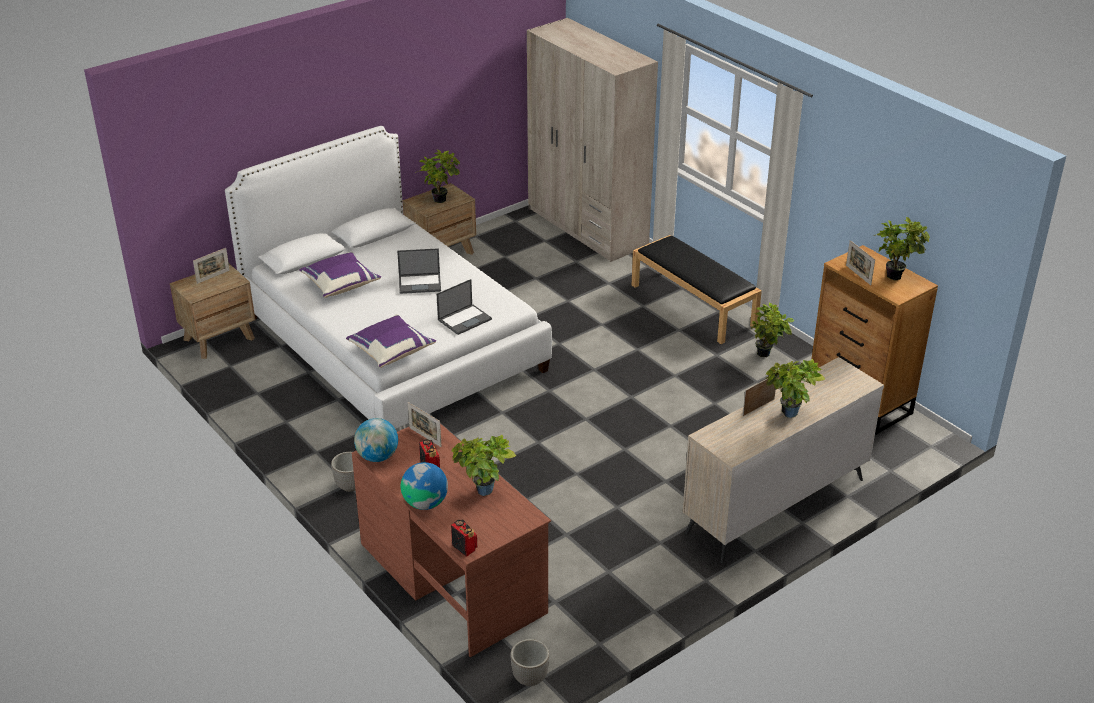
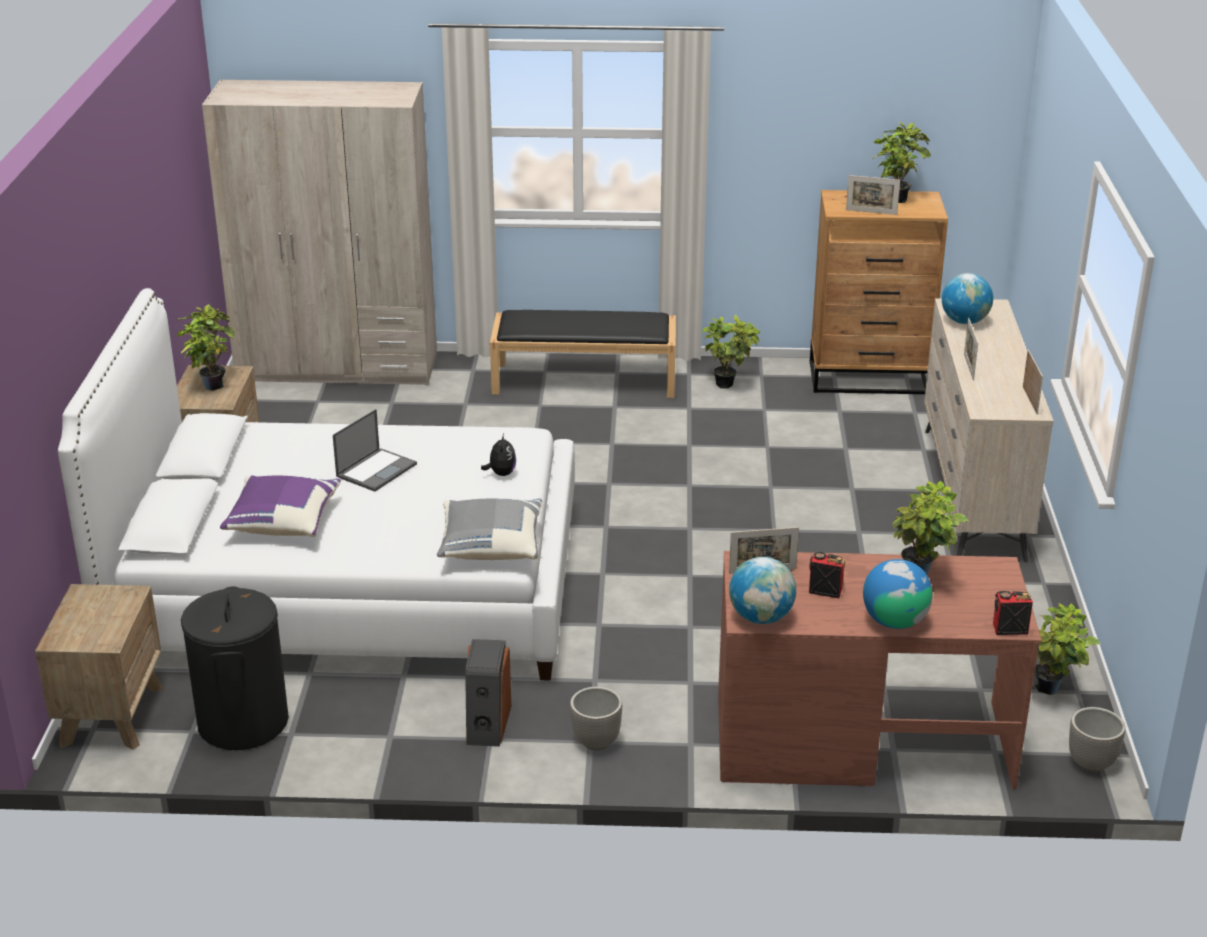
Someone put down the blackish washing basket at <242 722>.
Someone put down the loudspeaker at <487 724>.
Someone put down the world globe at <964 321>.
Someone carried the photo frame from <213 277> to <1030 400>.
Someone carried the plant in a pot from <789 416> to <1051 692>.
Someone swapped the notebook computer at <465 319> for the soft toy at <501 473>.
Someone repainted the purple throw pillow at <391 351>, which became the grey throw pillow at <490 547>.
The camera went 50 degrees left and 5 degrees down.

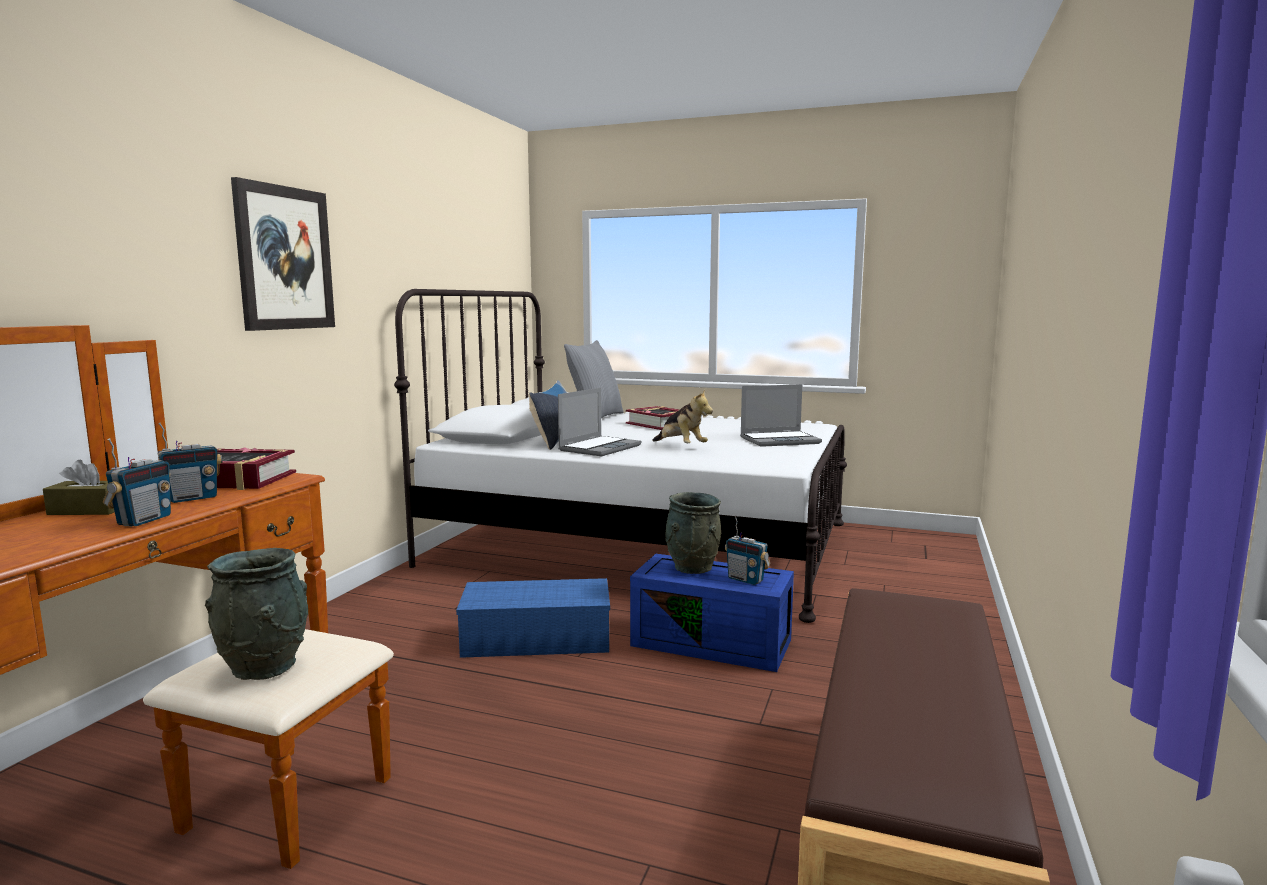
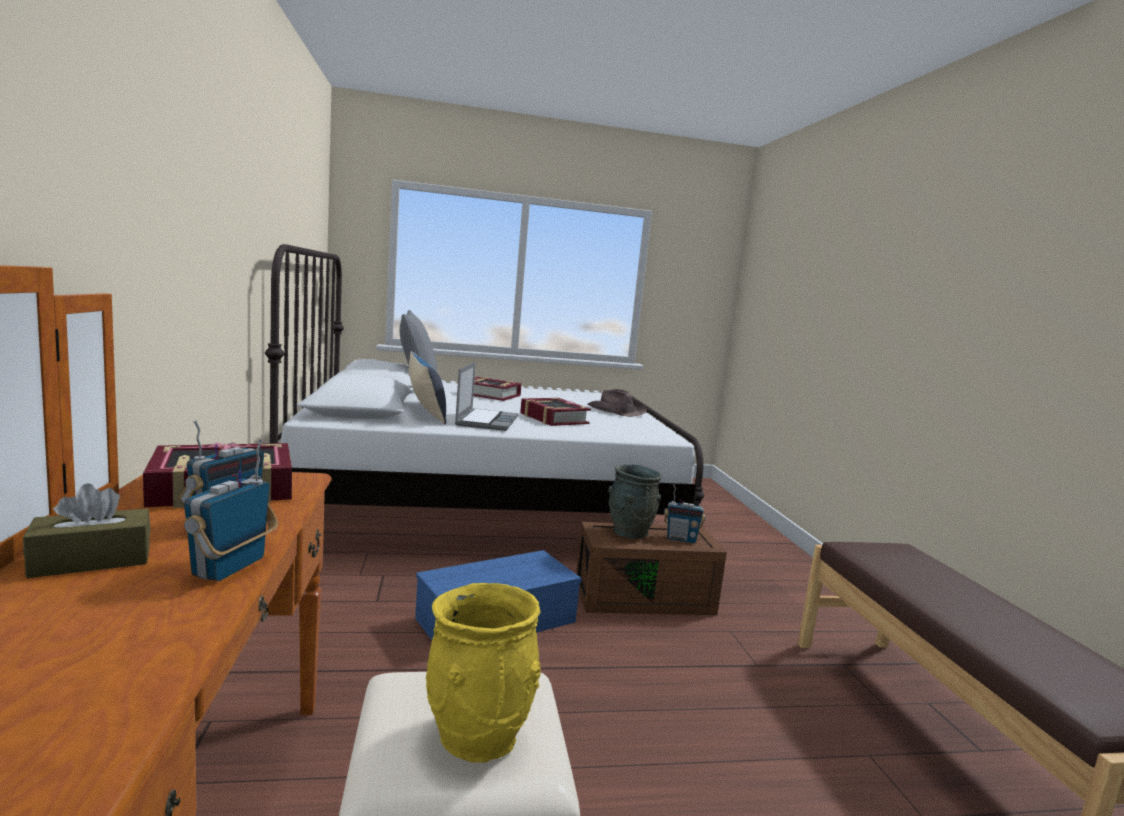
Someone took away the picture at <284 258>.
Someone swapped the soft toy at <681 447> for the volume at <553 418>.
Someone swapped the notebook computer at <780 440> for the brown-coloured clothing hat at <616 411>.
Someone repainted the grey decorative vase at <265 666>, which became the yellow decorative vase at <479 736>.
Someone repainted the bluish storage bin at <714 642>, which became the brown-coloured storage bin at <645 596>.
Someone rotated the radio set at <143 520> by 150 degrees counterclockwise.
The camera went 30 degrees left and 0 degrees up.

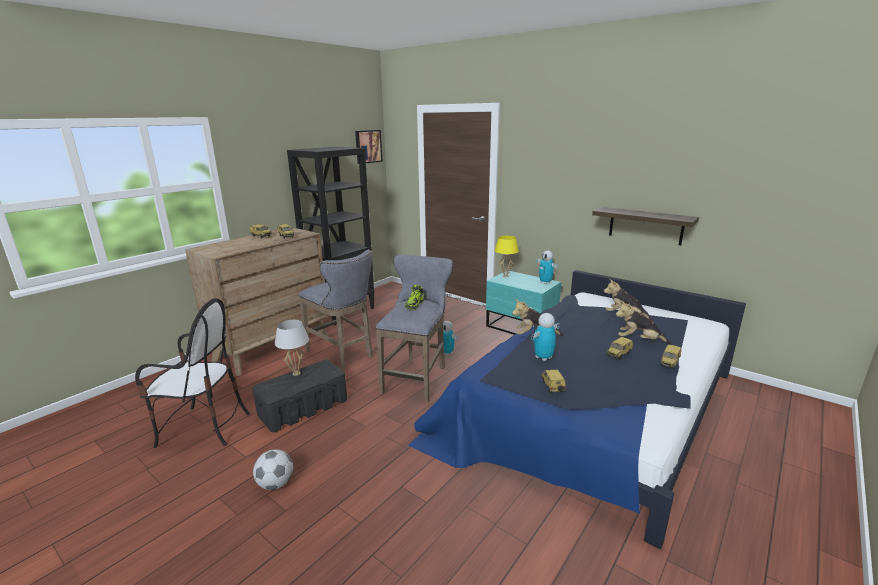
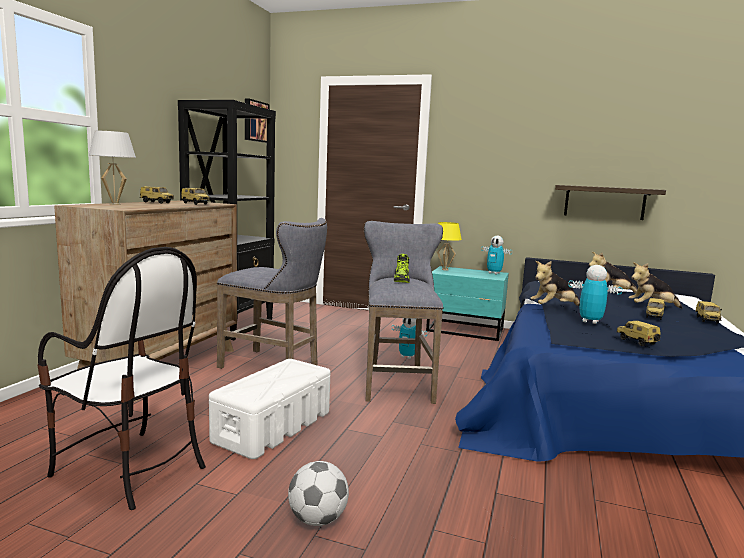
Someone carried the white lamp for a table from <296 373> to <115 204>.
Someone repainted the blackish storage bin at <304 407>, which became the white storage bin at <274 426>.
Someone rotated the plain chair at <204 428> by 45 degrees clockwise.
Someone rotated the toy robot at <543 358> by 90 degrees clockwise.
The camera went 20 degrees left and 10 degrees down.

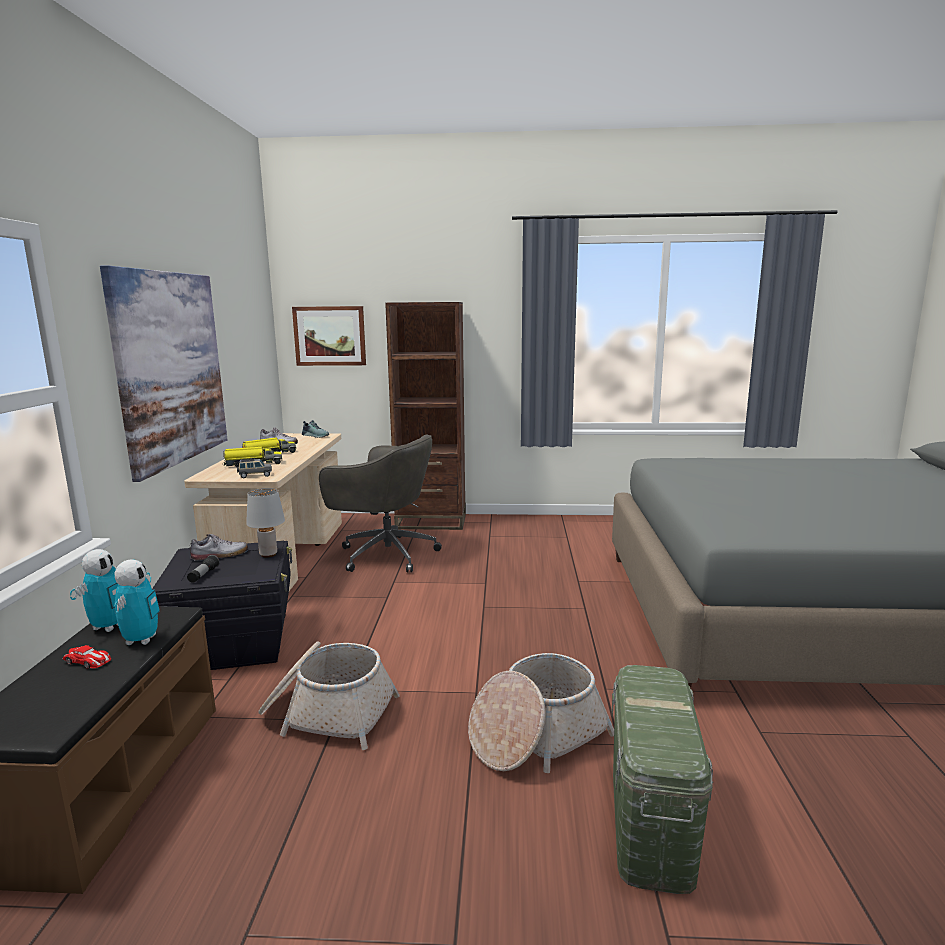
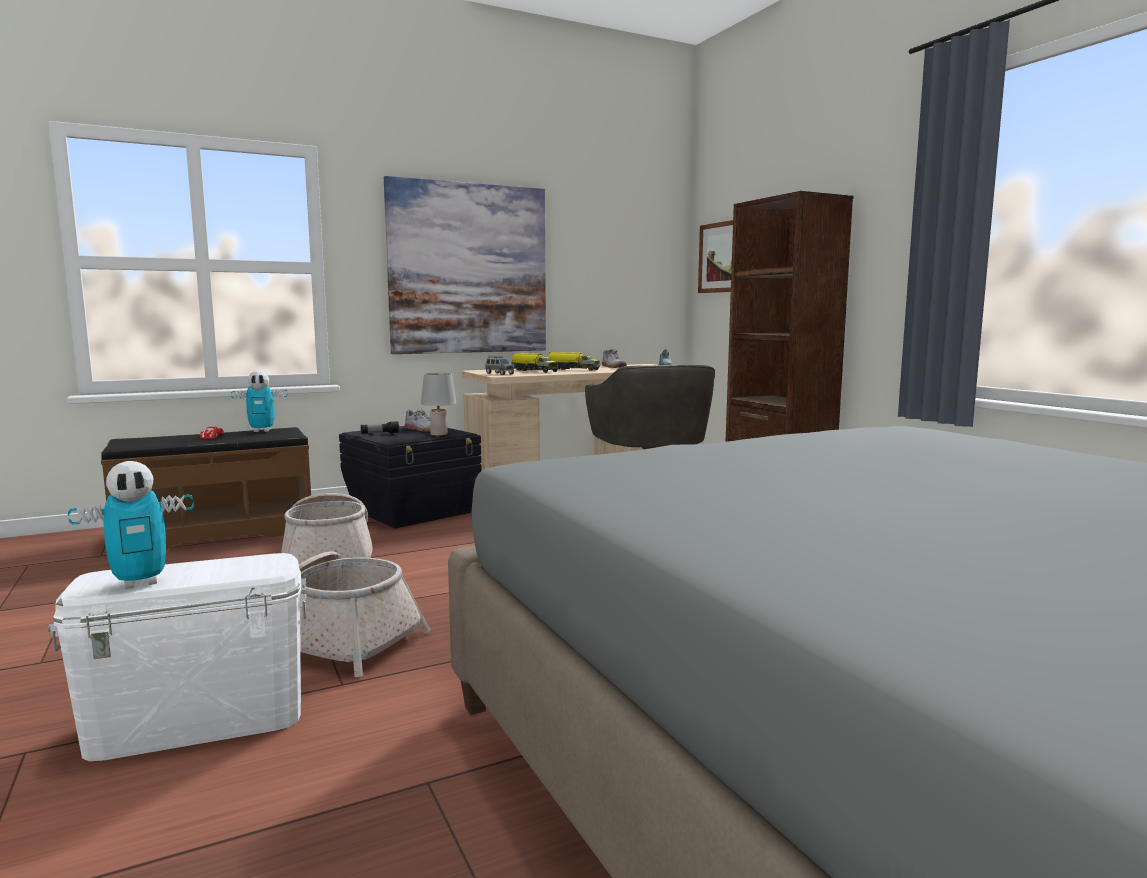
Someone carried the toy robot from <141 640> to <140 582>.
Someone repainted the green-coloured storage bin at <650 821>, which became the white storage bin at <199 721>.
The camera went 60 degrees right and 5 degrees down.

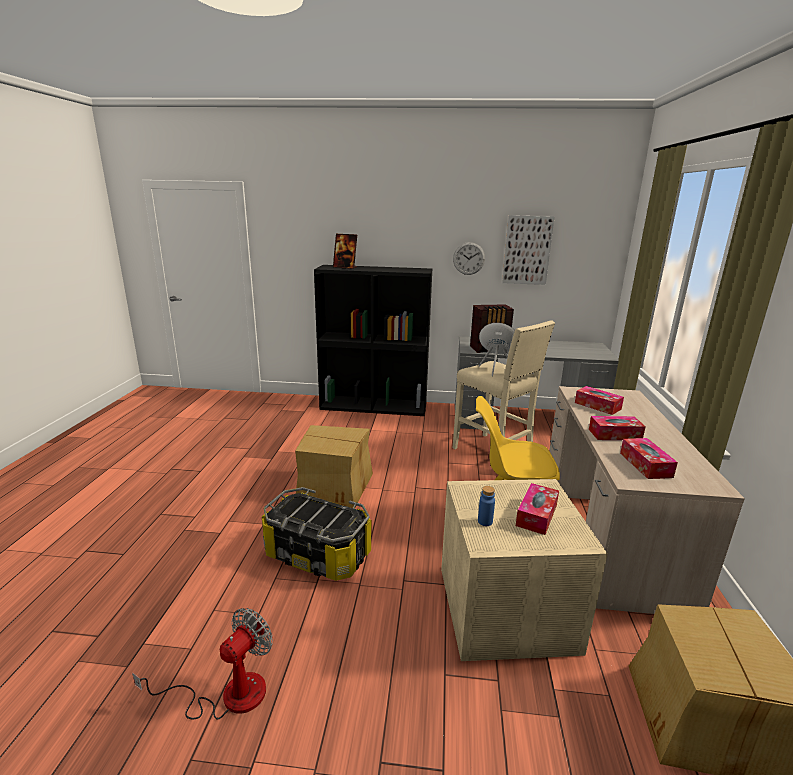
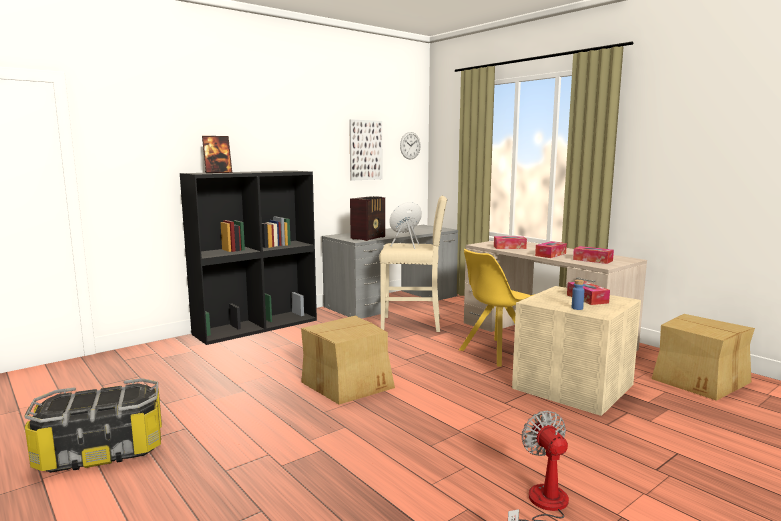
Someone carried the storage bin from <317 555> to <101 452>.
Someone carried the clock on the wall from <469 258> to <410 145>.
The camera went 45 degrees left and 10 degrees down.

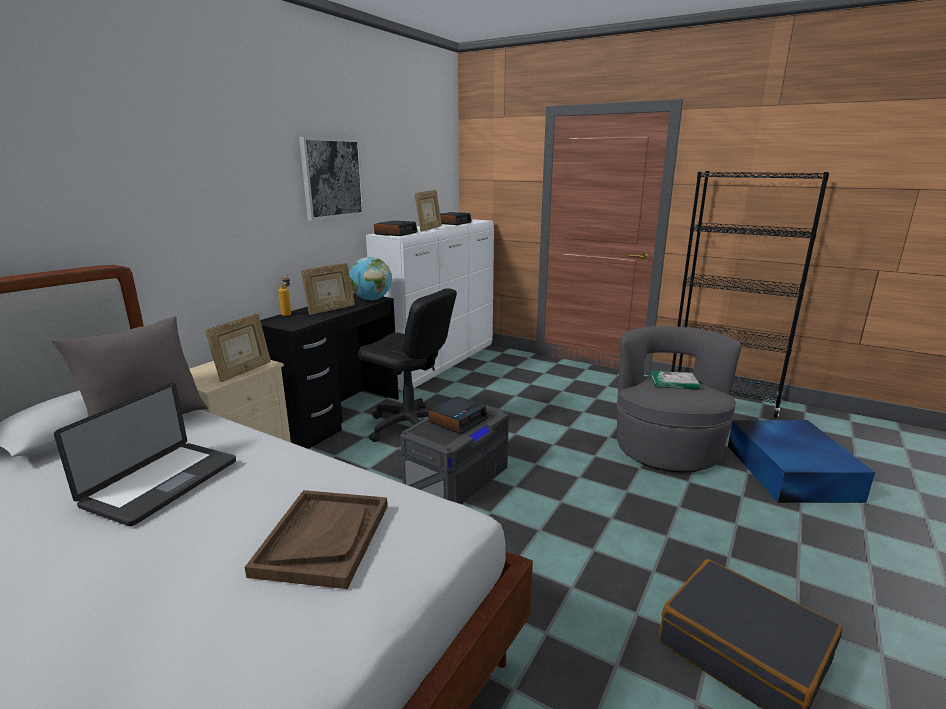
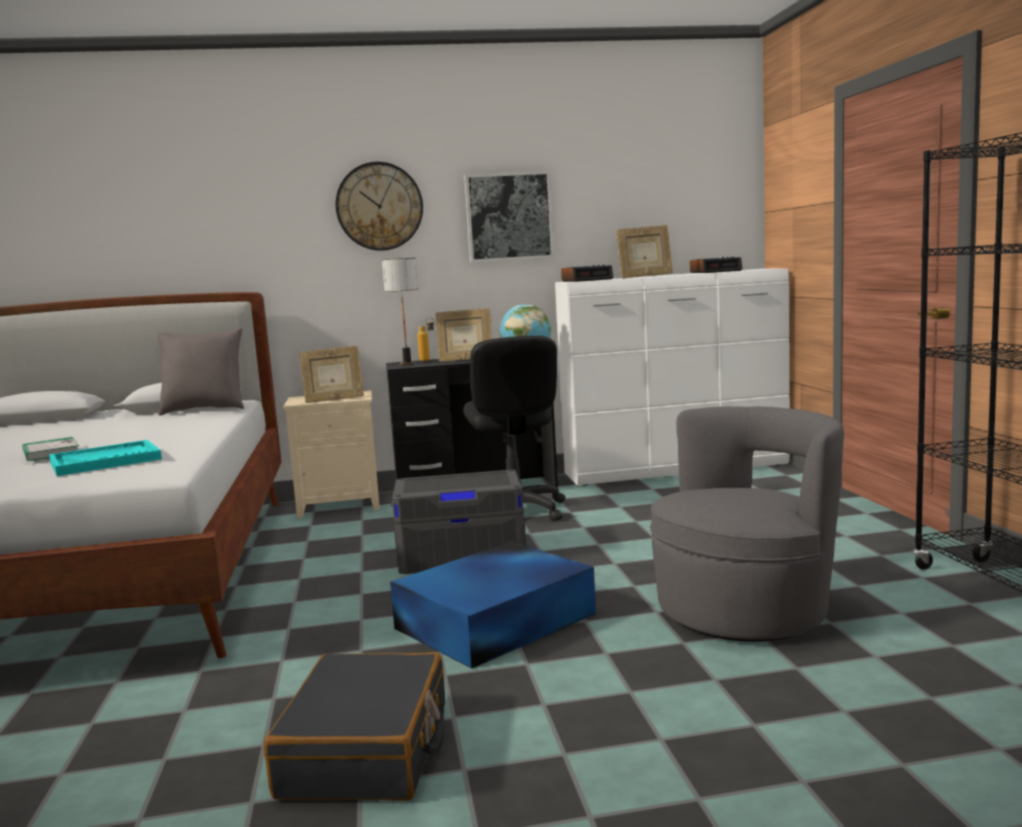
Someone took away the notebook computer at <162 483>.
Someone took away the alarm clock at <458 420>.
Someone put up the clock on the wall at <379 206>.
Someone put down the lamp for a table at <407 364>.
Someone carried the volume from <673 382> to <51 452>.
Someone carried the bluish storage bin from <790 471> to <498 620>.
Someone repainted the brown-coloured serving tray at <323 538>, which became the turquoise serving tray at <106 461>.
The camera went 50 degrees right and 10 degrees down.

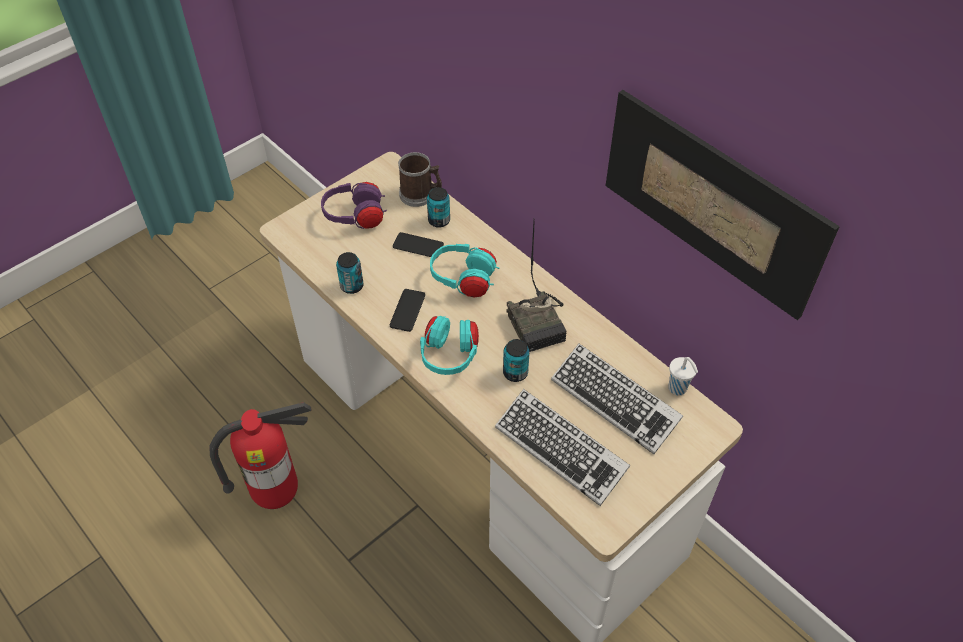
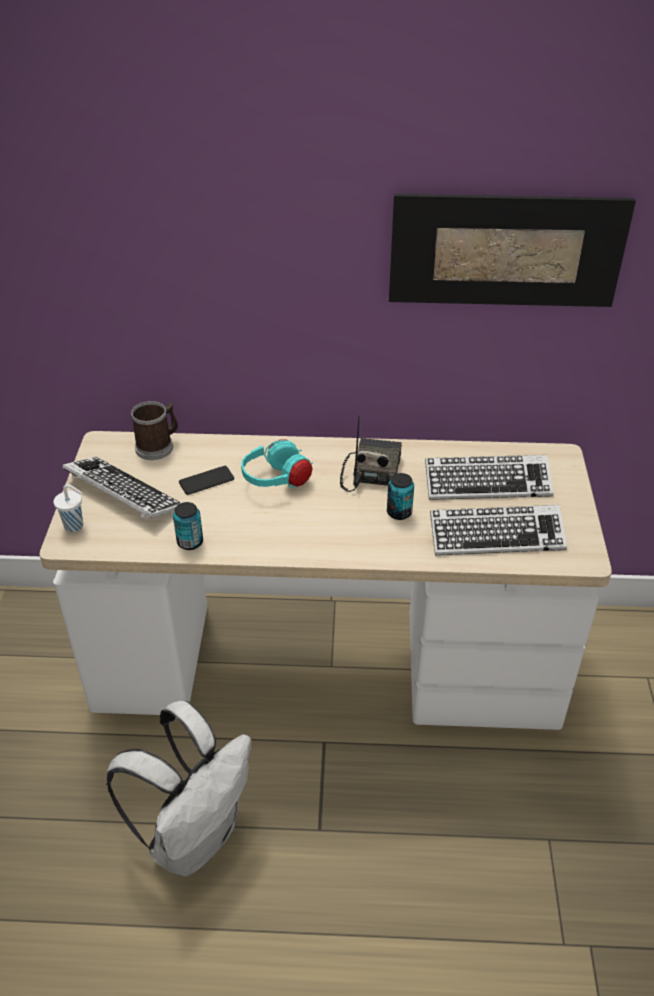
Someone took away the phone at <407 310>.
Someone took away the turquoise headset at <449 356>.
Someone took away the sealed can at <439 220>.
Someone carried the white cup from <678 389> to <75 526>.
Someone swapped the fire extinguisher at <277 494> for the white backpack at <194 835>.
Someone swapped the purple headset at <355 217> for the keyboard at <123 494>.
Someone rotated the radio set at <539 324> by 105 degrees counterclockwise.
The camera went 45 degrees left and 10 degrees down.

